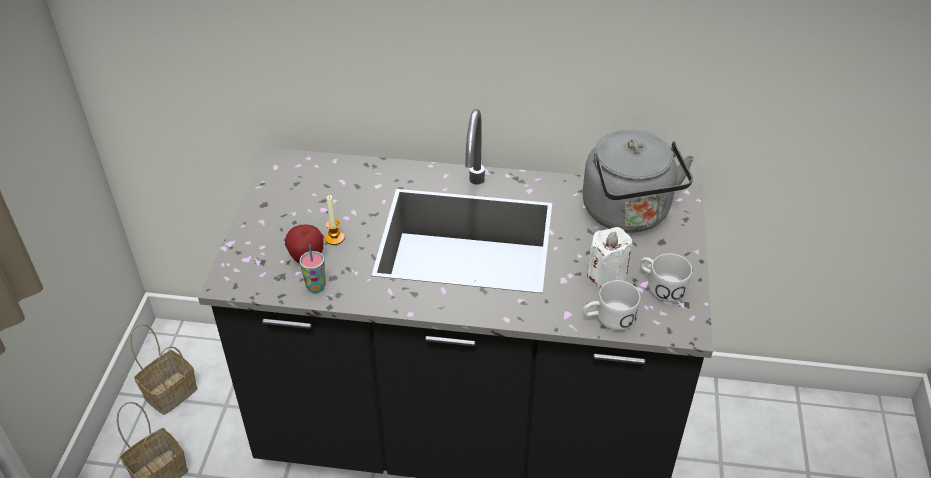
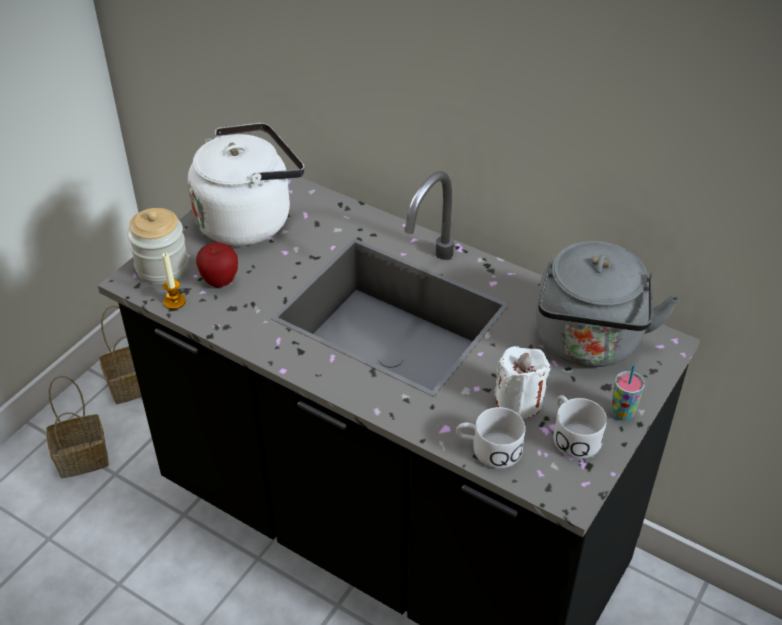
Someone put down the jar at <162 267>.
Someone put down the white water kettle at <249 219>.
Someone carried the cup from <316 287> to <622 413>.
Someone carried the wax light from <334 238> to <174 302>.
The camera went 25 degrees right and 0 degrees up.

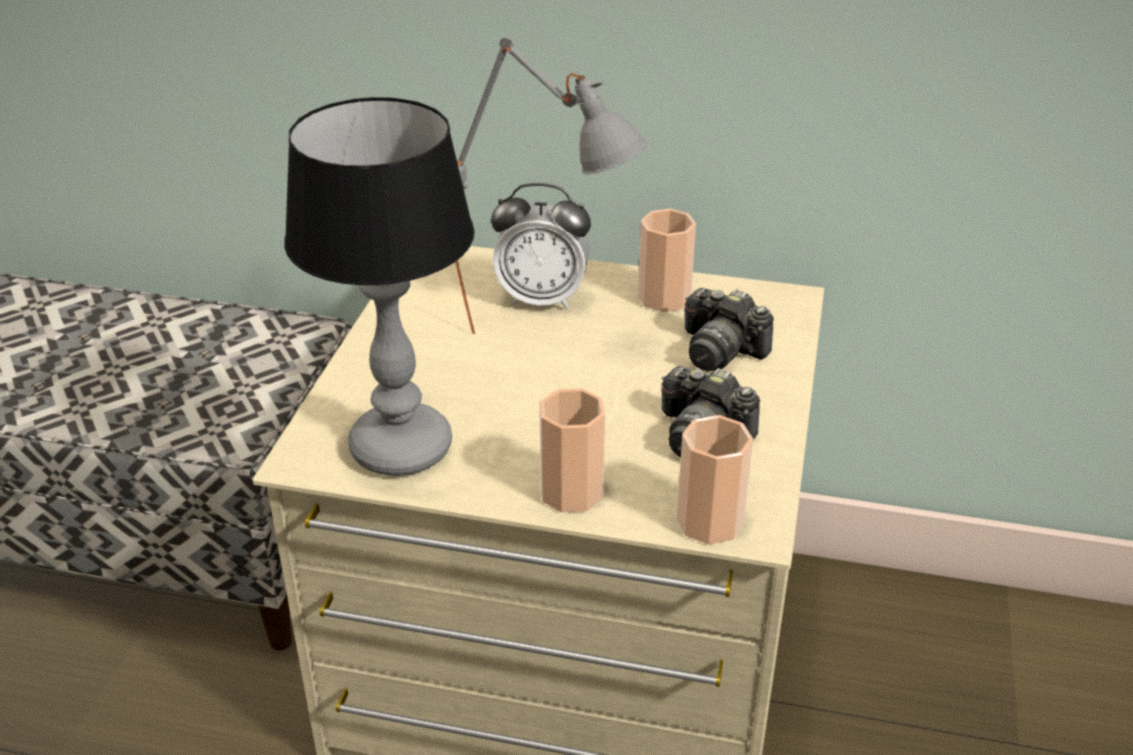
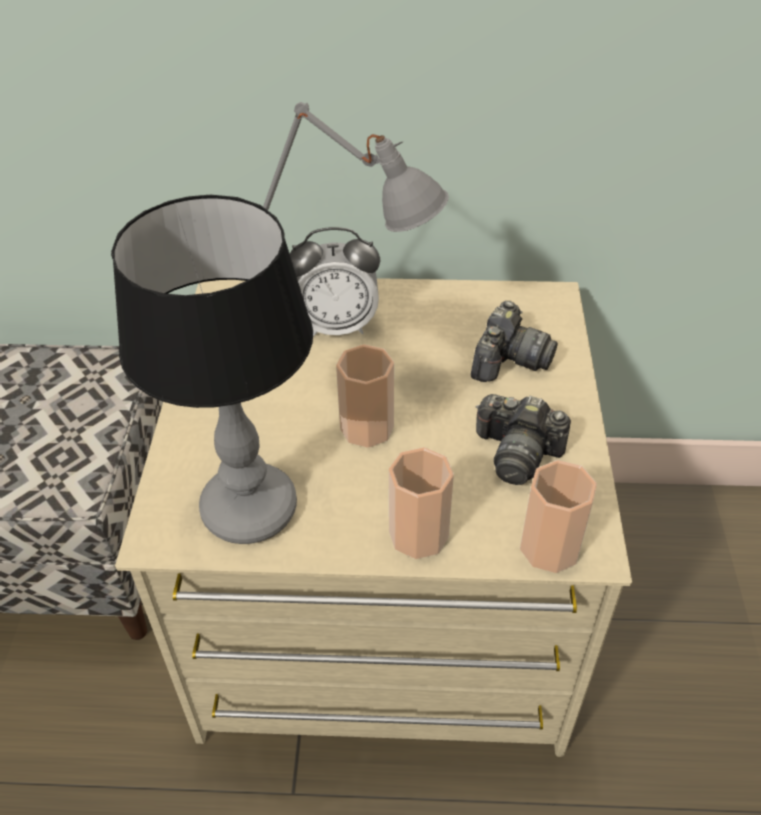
Someone carried the cup from <664 298> to <367 428>.
Someone rotated the still camera at <720 351> by 90 degrees counterclockwise.
The camera went 10 degrees left and 10 degrees up.

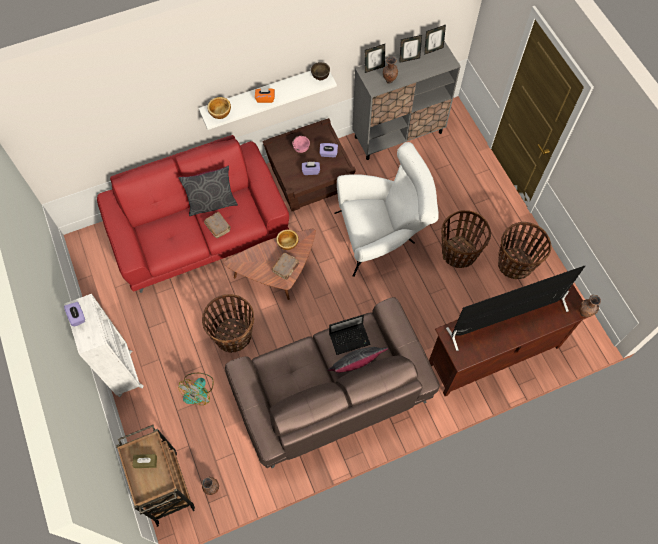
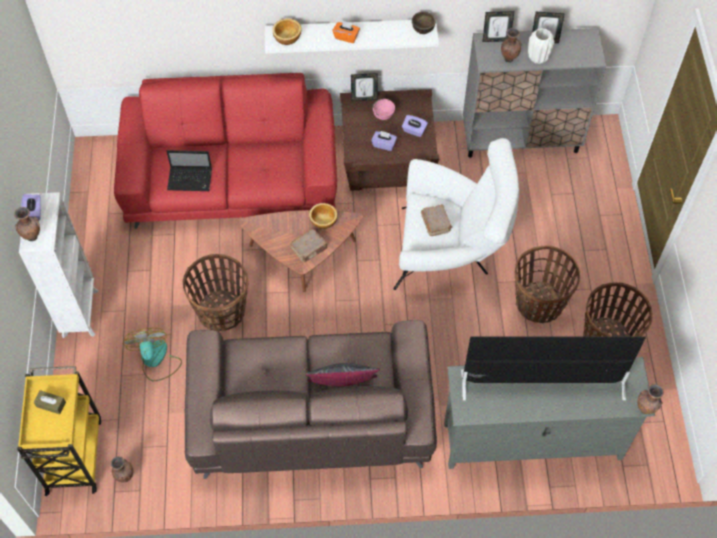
Someone took away the grey throw pillow at <212 203>.
Someone put down the brown-coloured decorative vase at <32 236>.
Someone put down the white decorative vase at <537 58>.
Someone carried the brown-coloured volume from <218 227> to <435 223>.
Someone carried the notebook computer from <350 338> to <191 179>.
Someone carried the photo frame from <433 50> to <364 98>.
Someone repainted the brown-coloured trolley at <165 484>, which became the yellow trolley at <74 454>.
Someone repainted the brown-coloured media console at <493 356>, which became the grey media console at <531 441>.
Someone rotated the cooling fan at <199 390> by 120 degrees clockwise.
The camera went 20 degrees right and 5 degrees down.

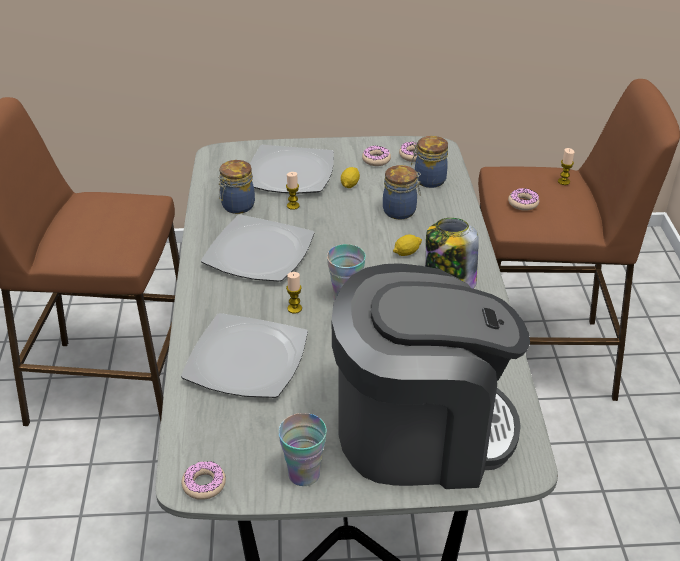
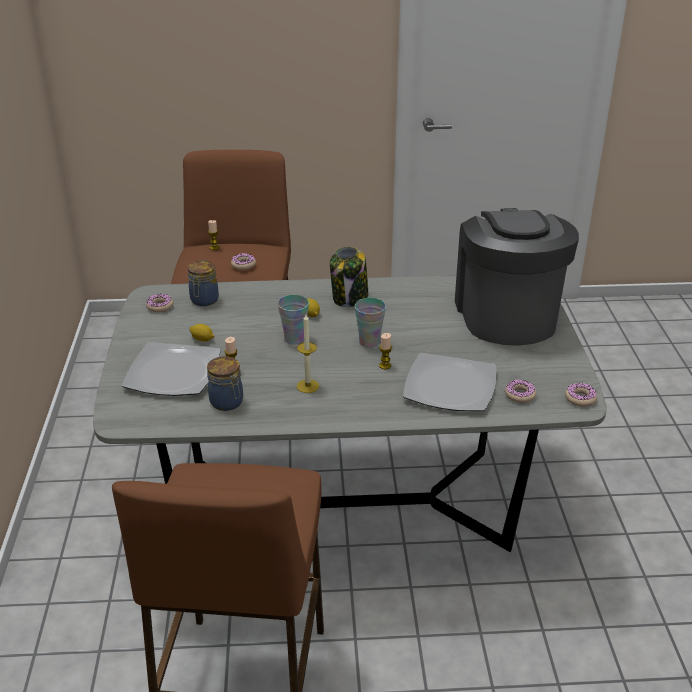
Someone took away the jar at <401 211>.
Someone carried the cup from <304 474> to <294 339>.
Someone carried the ring doughnut from <376 160> to <520 395>.
Someone swapped the dinner plate at <259 253> for the wax light at <308 386>.
The camera went 90 degrees left and 5 degrees down.

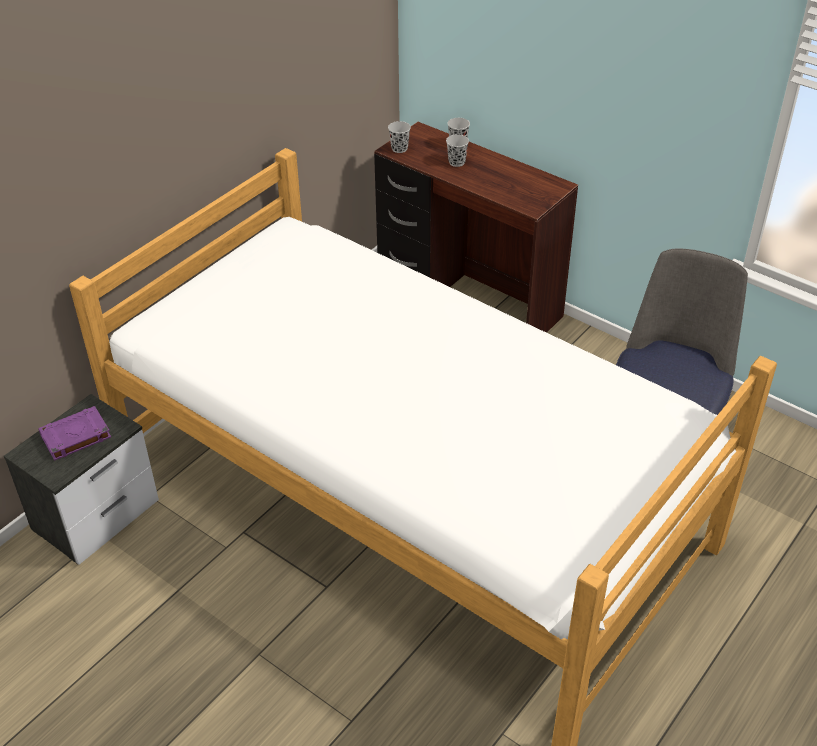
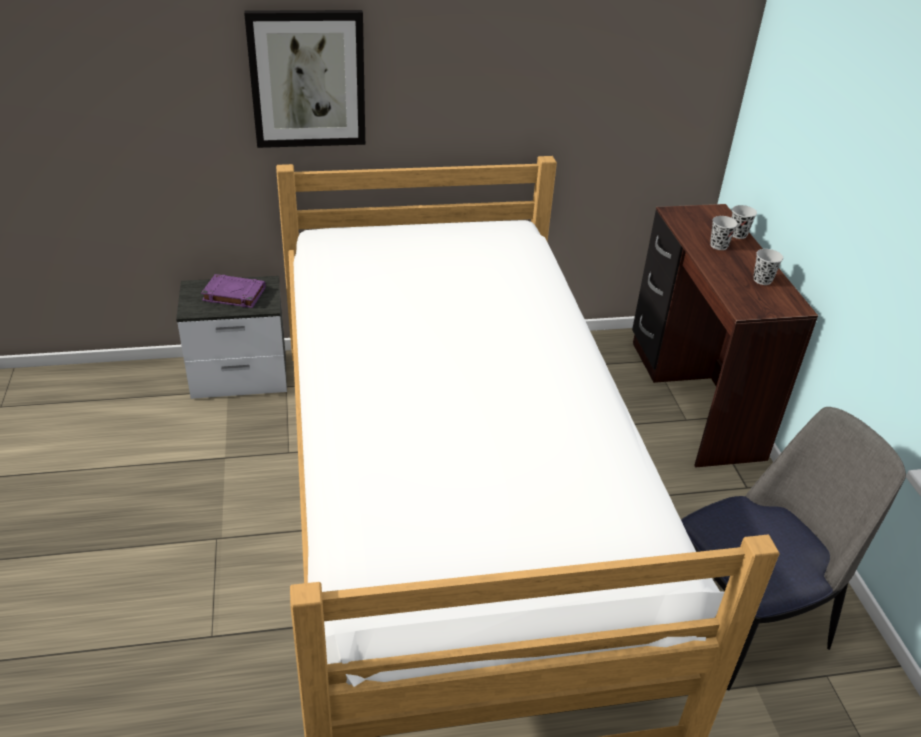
Someone put up the picture at <307 79>.
Someone carried the blackish cup from <399 149> to <762 280>.
The camera went 40 degrees right and 5 degrees down.

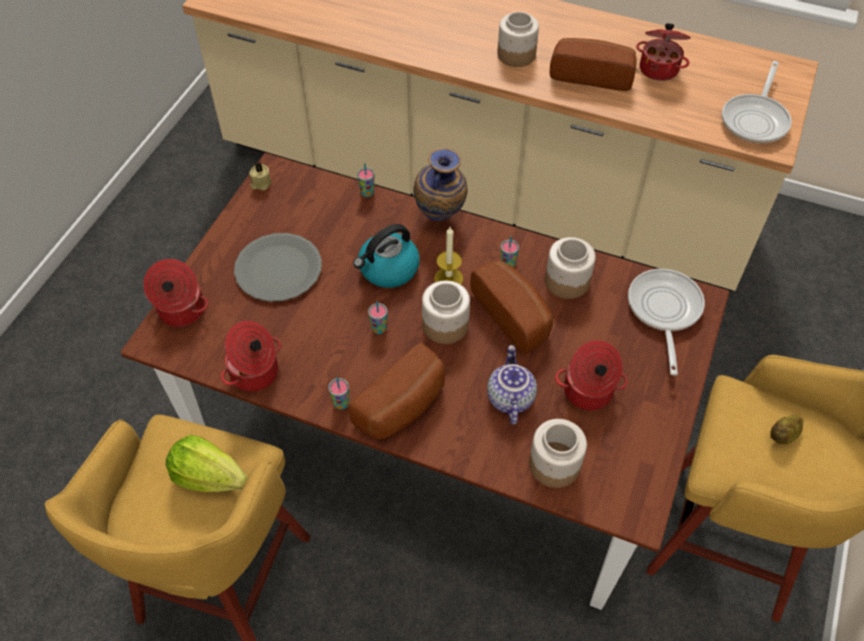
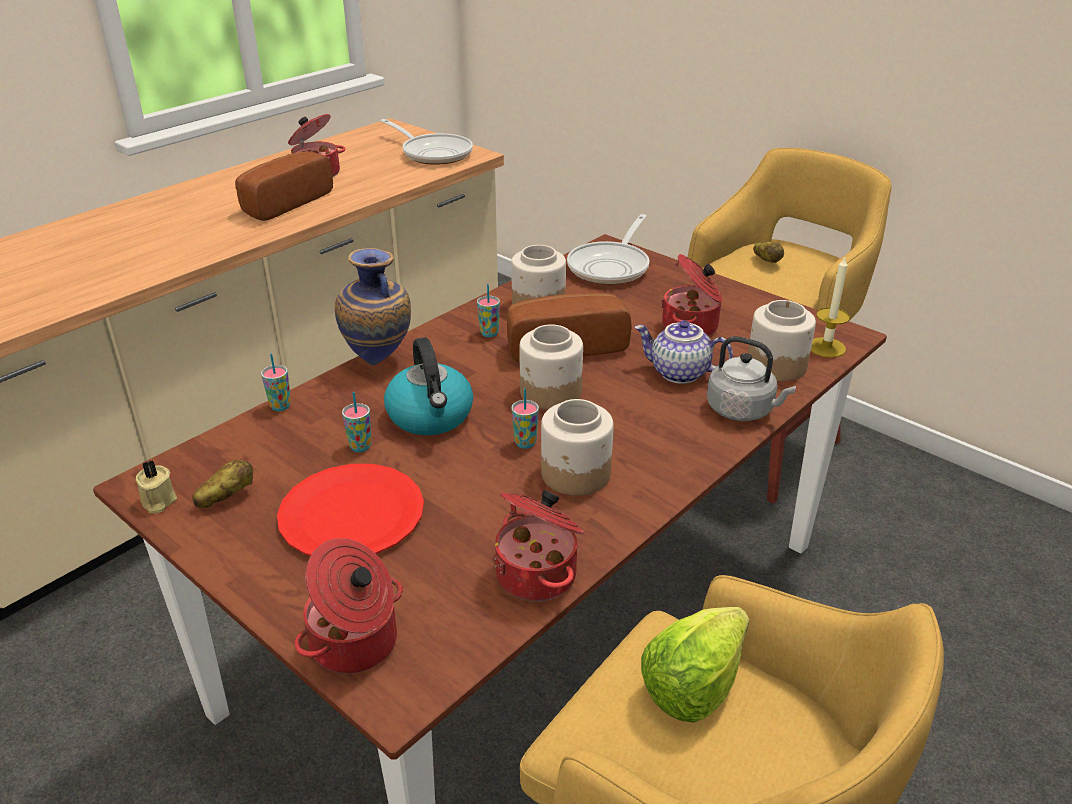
Someone took away the bakery bread at <404 407>.
Someone put down the whole potato at <226 497>.
Someone put down the grey water kettle at <743 410>.
Someone carried the cup from <341 403> to <360 447>.
Someone carried the wax light from <448 278> to <826 347>.
Someone carried the jar from <516 55> to <576 474>.
Someone repainted the grey dinner plate at <278 269>, which became the red dinner plate at <351 514>.
Someone rotated the skillet at <663 311> by 90 degrees counterclockwise.
The camera went 70 degrees left and 20 degrees down.

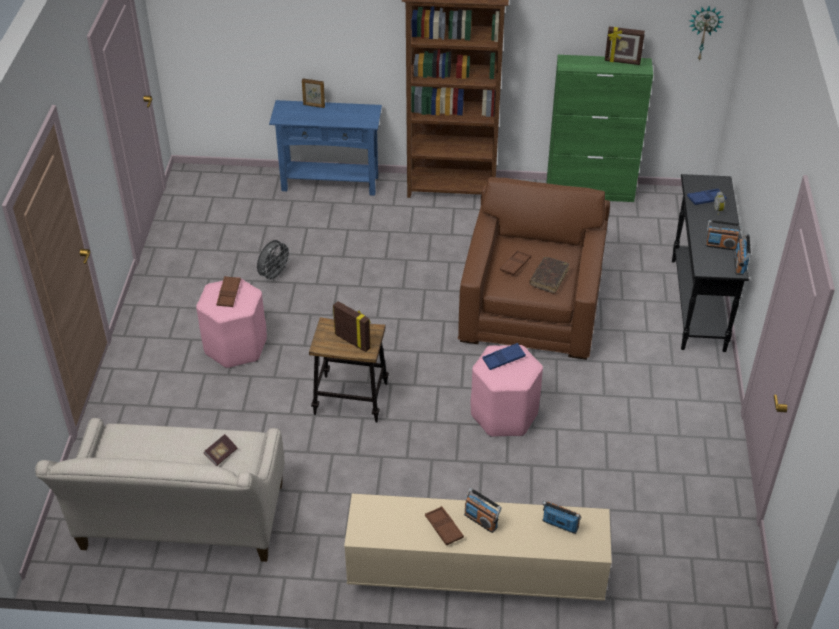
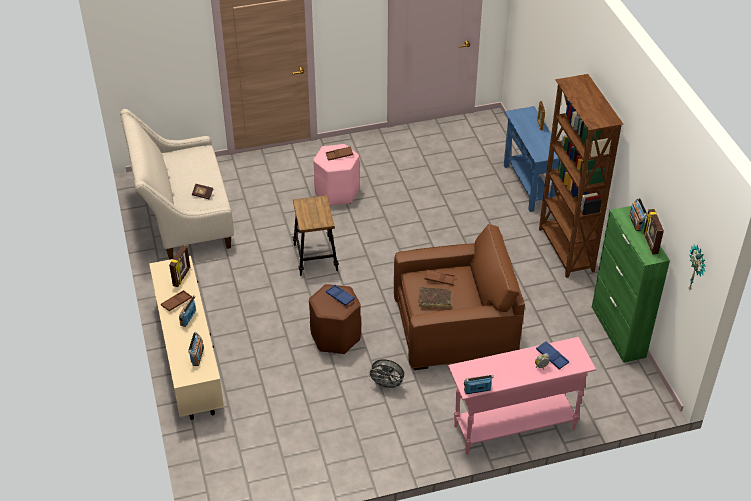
Someone carried the grey cooling fan from <274 275> to <387 385>.
Someone carried the photo frame from <353 341> to <182 277>.
Someone carried the radio set from <720 245> to <636 222>.
Someone repainted the pink stool seat at <504 414>, which became the brown-coloured stool seat at <336 337>.
Someone repainted the blackish narrow table at <697 305>, which became the pink narrow table at <514 427>.
The camera went 70 degrees right and 0 degrees up.

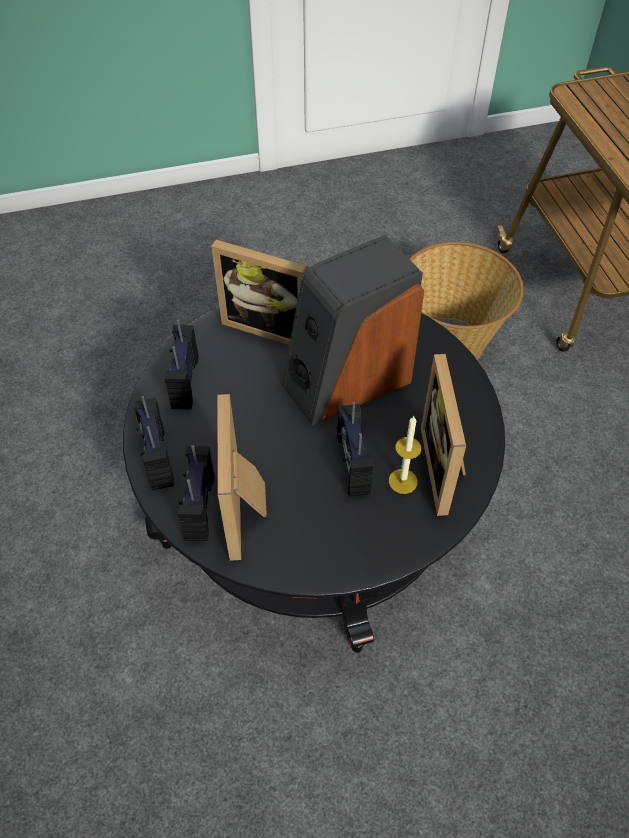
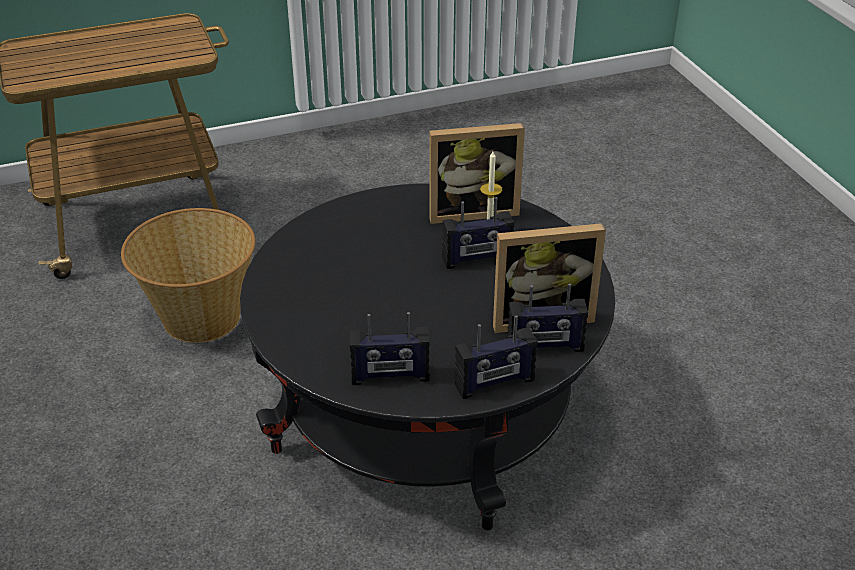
Someone took away the photo frame at <269 326>.
Someone took away the loudspeaker at <346 381>.
The camera went 95 degrees left and 15 degrees down.

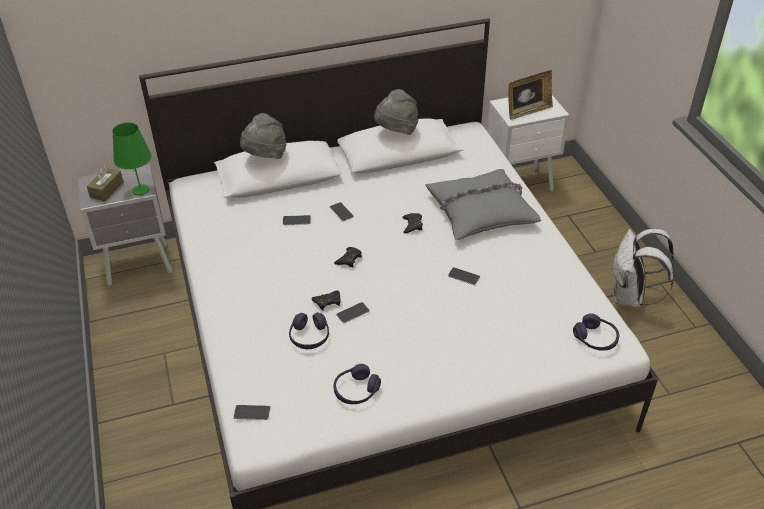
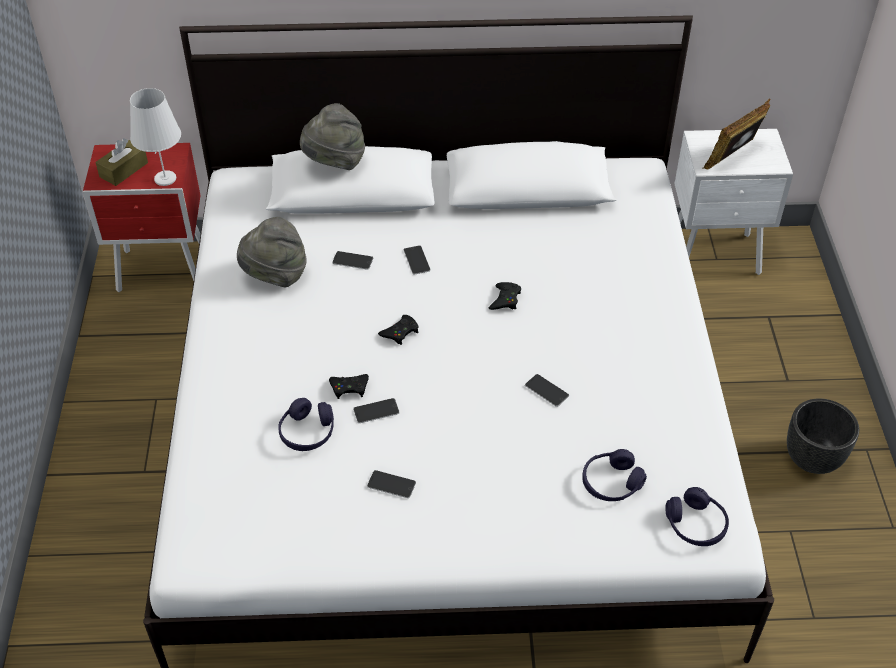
Someone took away the grey throw pillow at <480 211>.
Someone carried the phone from <252 412> to <391 484>.
Someone carried the purple headset from <356 390> to <611 483>.
Someone carried the grey clothing hat from <396 131> to <275 275>.
Someone swapped the white backpack at <630 297> for the blackish plant pot at <812 460>.
Someone repainted the grey bedside table at <140 265>, which became the red bedside table at <165 271>.
Someone repainted the green-coloured lamp for a table at <140 190>, which became the white lamp for a table at <165 178>.
Someone rotated the photo frame at <527 111> by 150 degrees clockwise.
The camera went 15 degrees right and 5 degrees up.

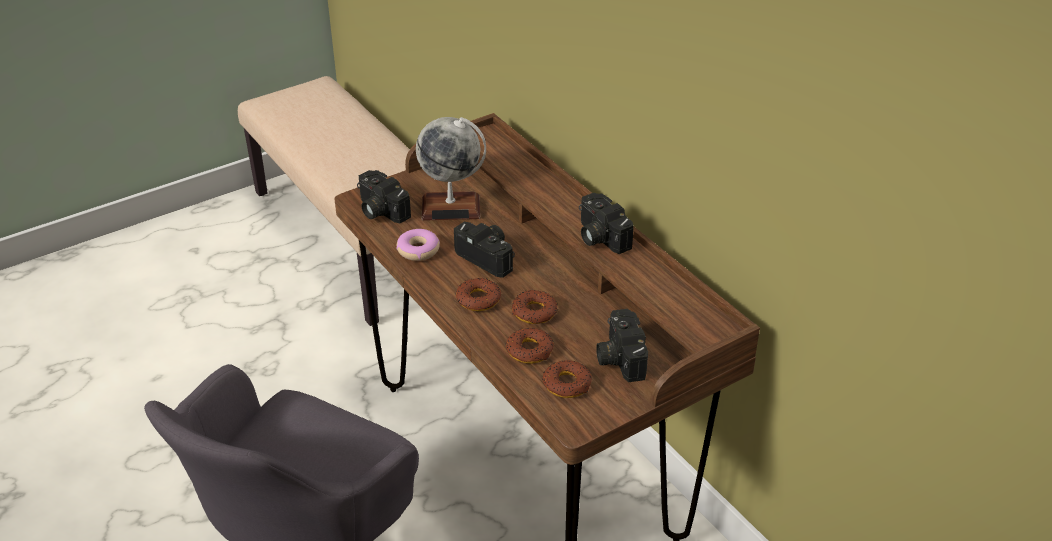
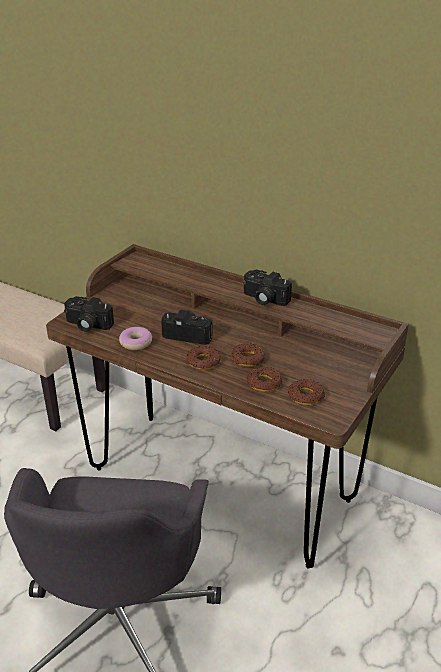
Someone took away the world globe at <451 207>.
Someone took away the still camera at <618 357>.
The camera went 25 degrees left and 5 degrees down.

